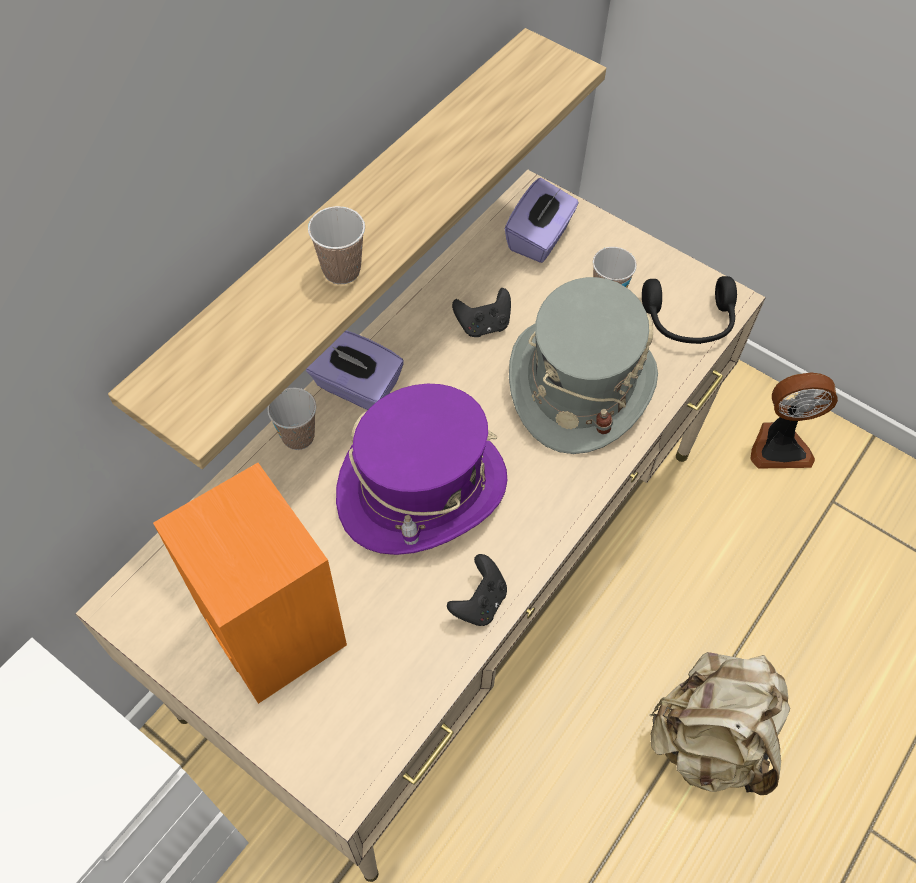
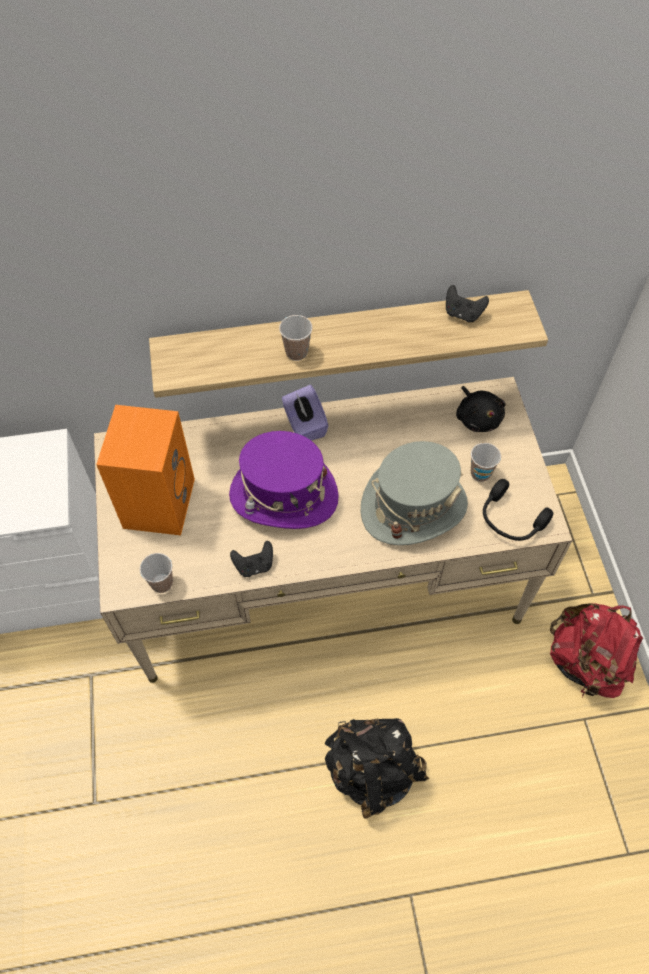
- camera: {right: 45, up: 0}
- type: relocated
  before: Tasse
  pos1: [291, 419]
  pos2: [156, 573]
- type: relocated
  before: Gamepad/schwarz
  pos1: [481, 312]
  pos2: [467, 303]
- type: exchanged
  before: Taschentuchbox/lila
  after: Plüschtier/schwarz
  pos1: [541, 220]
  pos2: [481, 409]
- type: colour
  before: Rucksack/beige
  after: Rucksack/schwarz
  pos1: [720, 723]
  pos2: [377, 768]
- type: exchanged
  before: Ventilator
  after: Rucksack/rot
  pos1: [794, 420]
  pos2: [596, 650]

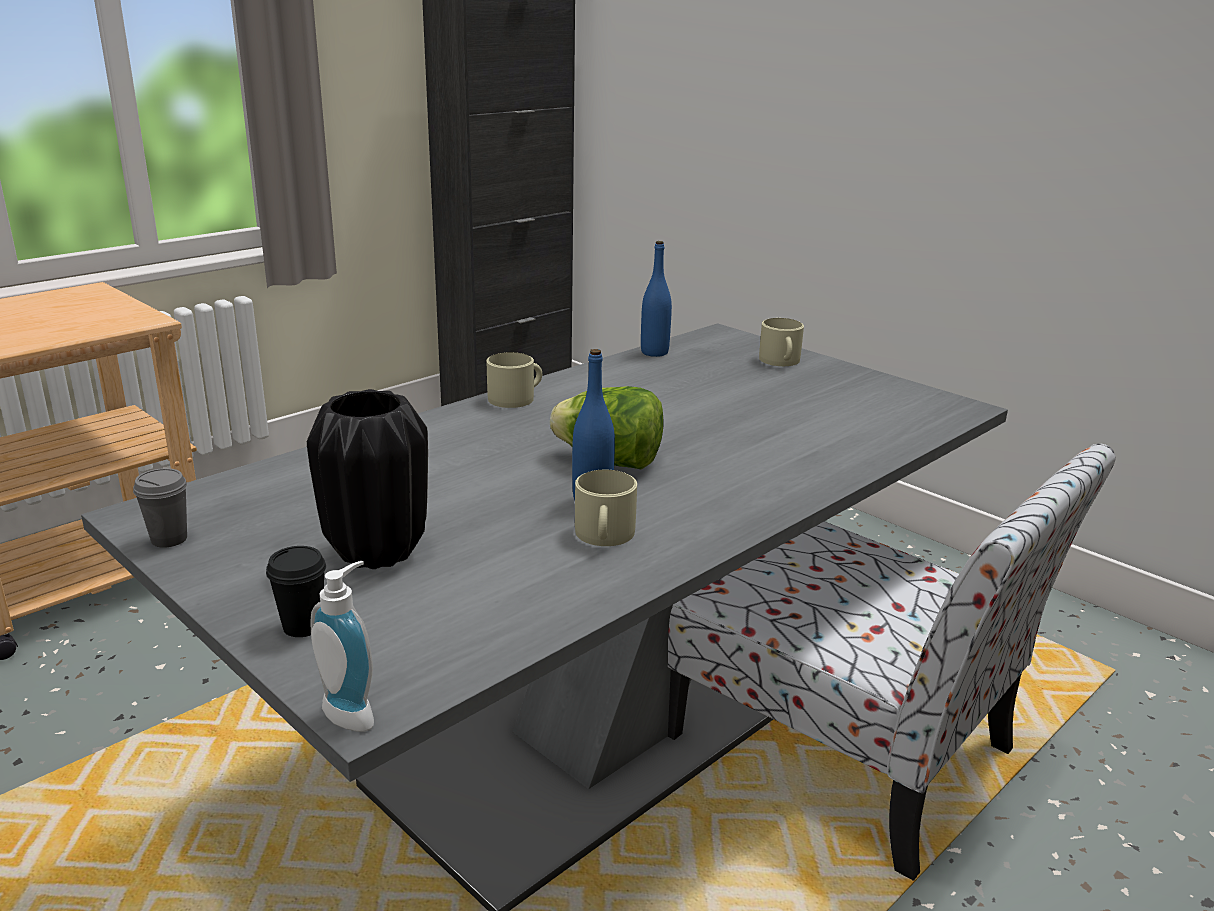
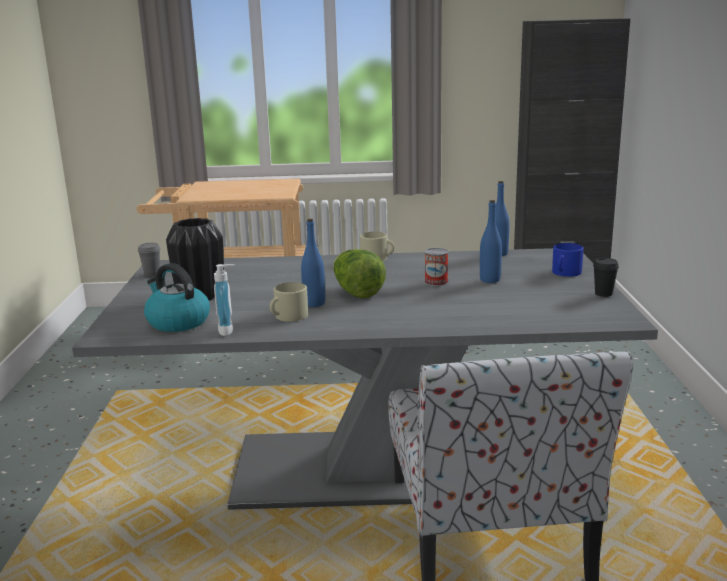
- camera: {right: 45, up: -5}
- type: relocated
  before: Tasse/schwarz
  pos1: [296, 591]
  pos2: [606, 277]
- type: relocated
  before: Seifenspender
  pos1: [342, 646]
  pos2: [224, 300]
- type: colour
  before: Henkelbecher/beige
  after: Henkelbecher/blau
  pos1: [781, 342]
  pos2: [568, 260]
- type: appeared
  after: Wasserkessel
  pos2: [177, 297]
- type: appeared
  after: Dose
  pos2: [436, 267]
- type: appeared
  after: Flasche/blau
  pos2: [491, 241]

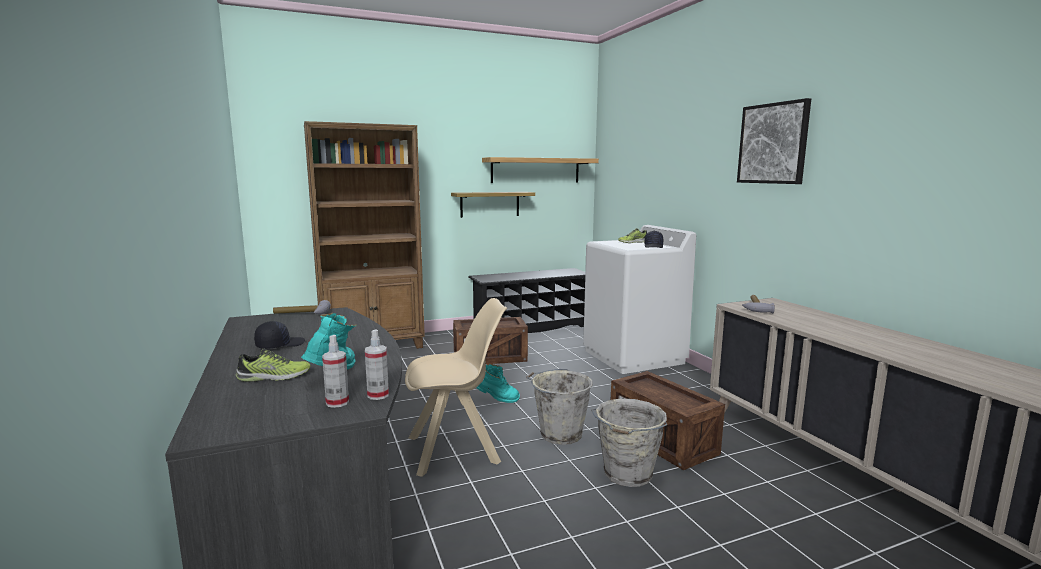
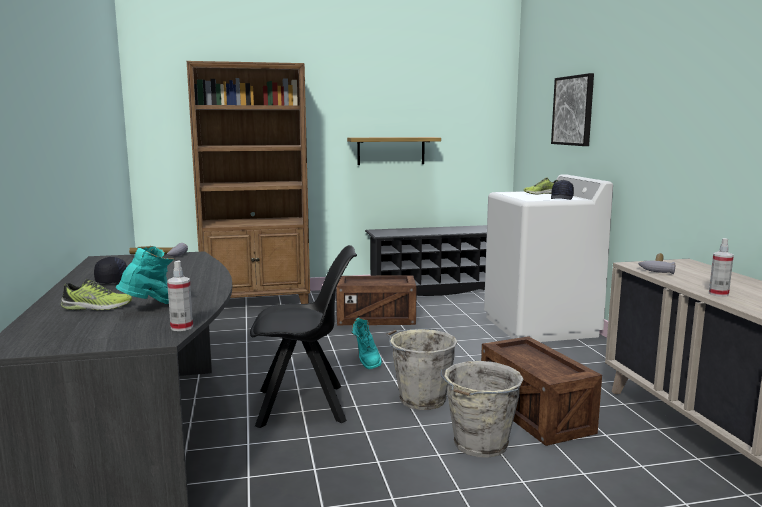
- camera: {right: 10, up: 0}
- type: relocated
  before: Sprühflasche
  pos1: [335, 371]
  pos2: [721, 267]
- type: colour
  before: Stuhl/beige
  after: Stuhl/schwarz
  pos1: [456, 387]
  pos2: [303, 336]
- type: spun
  before: Stiefel/türkis
  pos1: [498, 383]
  pos2: [367, 343]
  turn: 60
- type: missing
  before: Wandregal
  pos1: [540, 170]
- type: relocated
  before: Bild
  pos1: [774, 141]
  pos2: [572, 109]

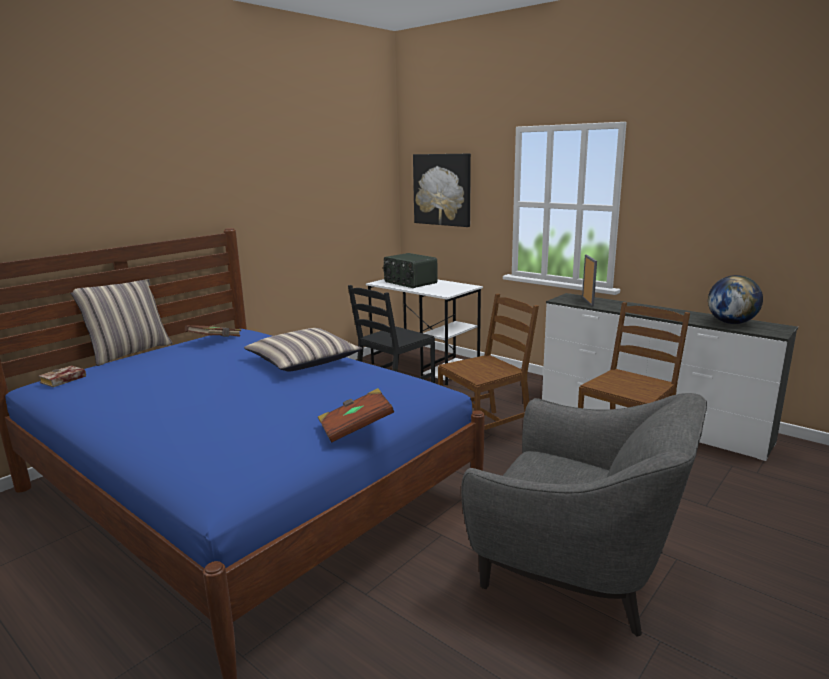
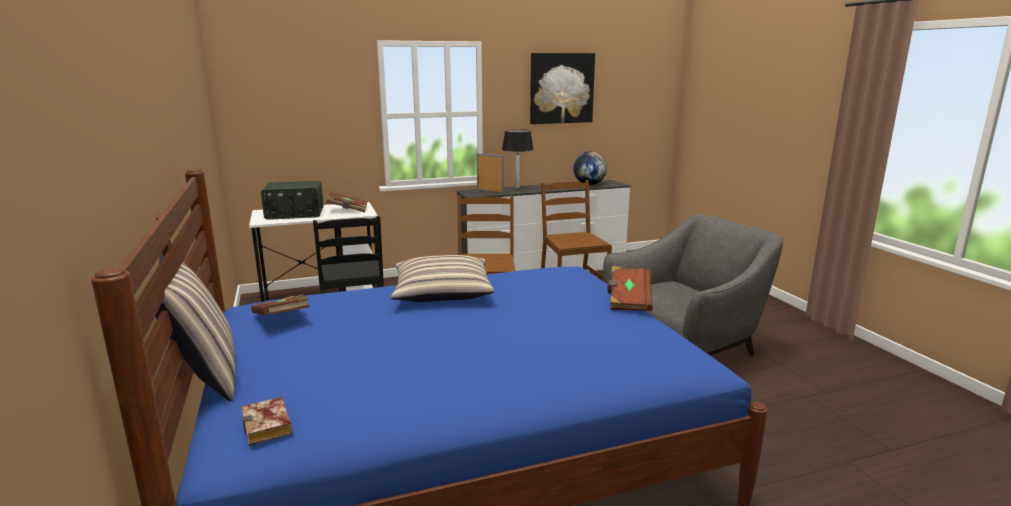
- camera: {right: -60, up: 0}
- type: relocated
  before: Bild
  pos1: [442, 190]
  pos2: [562, 88]
- type: appeared
  after: Buch/braun
  pos2: [347, 202]
- type: appeared
  after: Tischlampe/schwarz
  pos2: [518, 159]

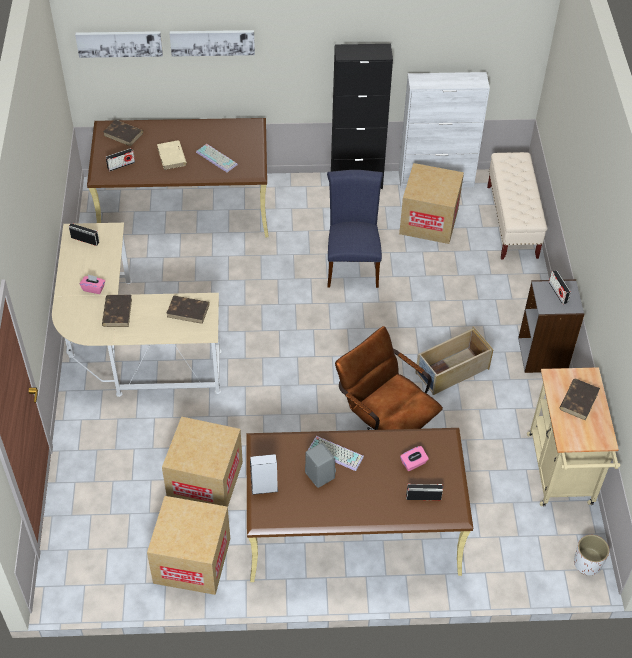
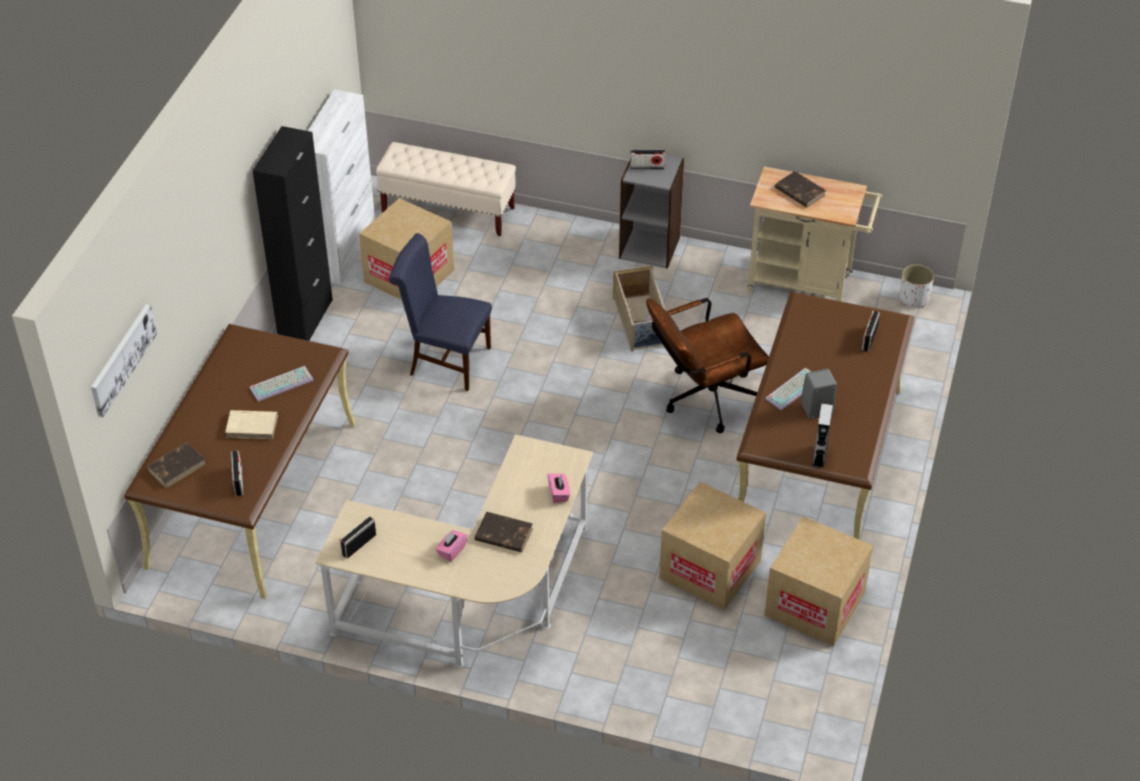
- camera: {right: -70, up: -5}
- type: missing
  before: Buch/braun
  pos1: [188, 310]
- type: missing
  before: Bild
  pos1: [212, 43]
- type: relocated
  before: Taschentuchbox/rosa
  pos1: [414, 458]
  pos2: [558, 488]

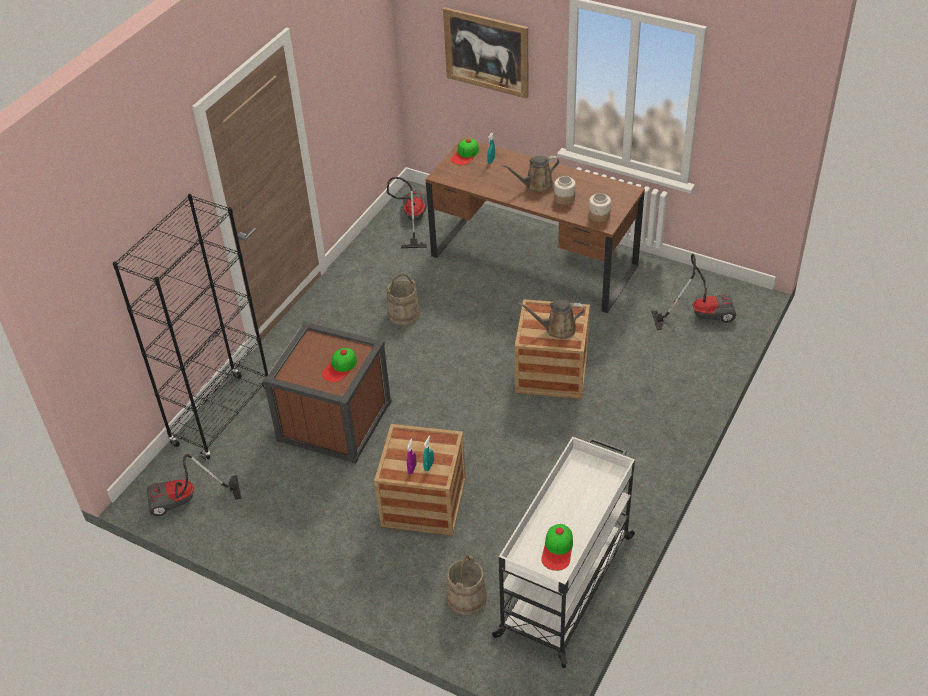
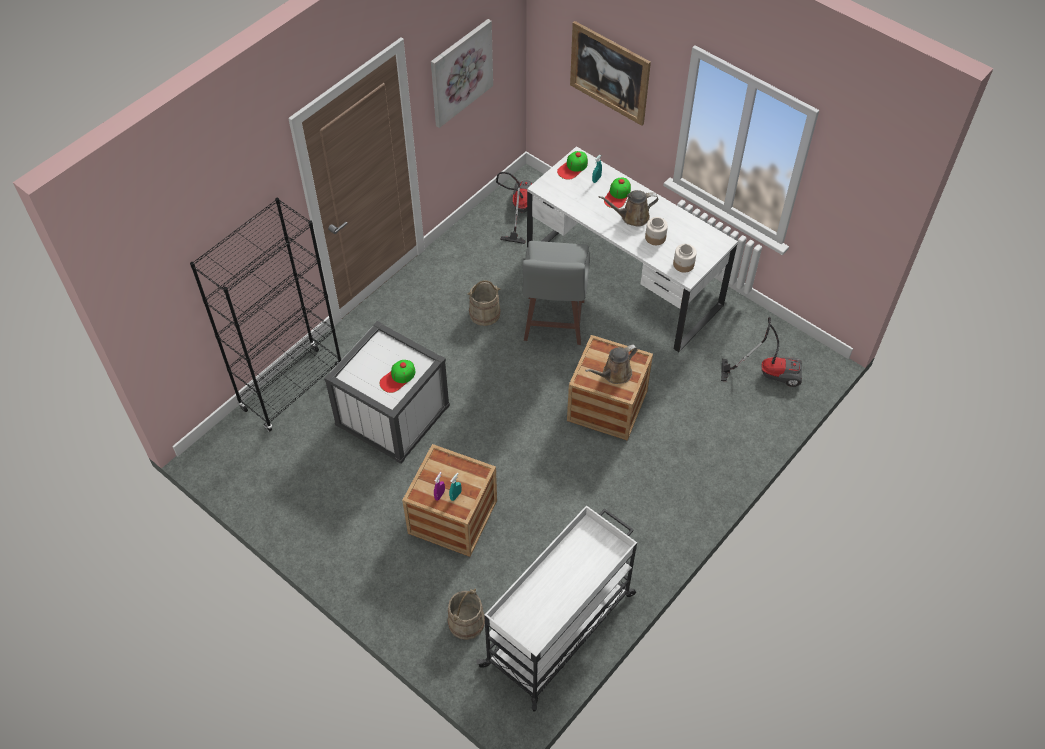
- camera: {right: 10, up: 10}
- type: missing
  before: Staubsauger
  pos1: [194, 485]
- type: colour
  before: Aufbewahrungsbox/braun
  after: Aufbewahrungsbox/weiß
  pos1: [327, 392]
  pos2: [387, 392]
- type: colour
  before: Schreibtisch/braun
  after: Schreibtisch/weiß
  pos1: [535, 225]
  pos2: [632, 249]
- type: spun
  before: Gießkanne/braun
  pos1: [551, 319]
  pos2: [611, 364]
  turn: -45
- type: relocated
  before: Kappe
  pos1: [557, 547]
  pos2: [617, 193]
- type: appeared
  after: Bild
  pos2: [462, 73]
- type: appeared
  after: Hocker/grau
  pos2: [556, 293]

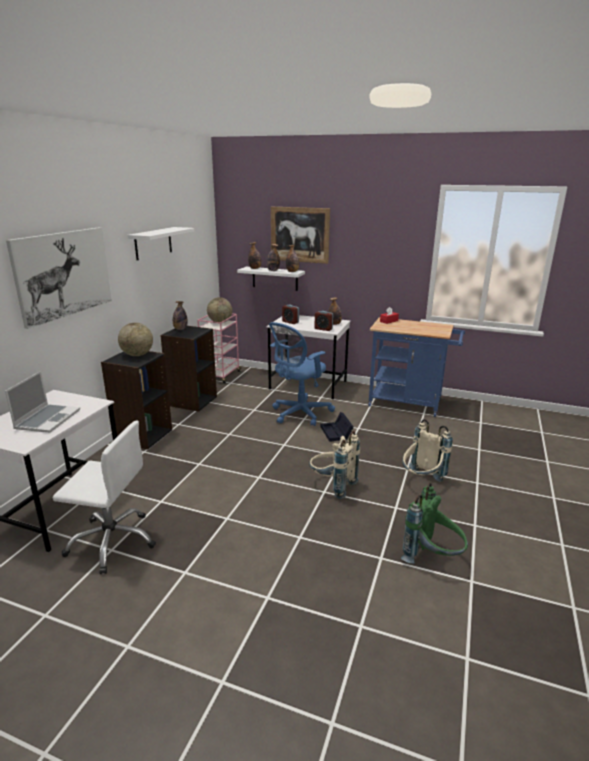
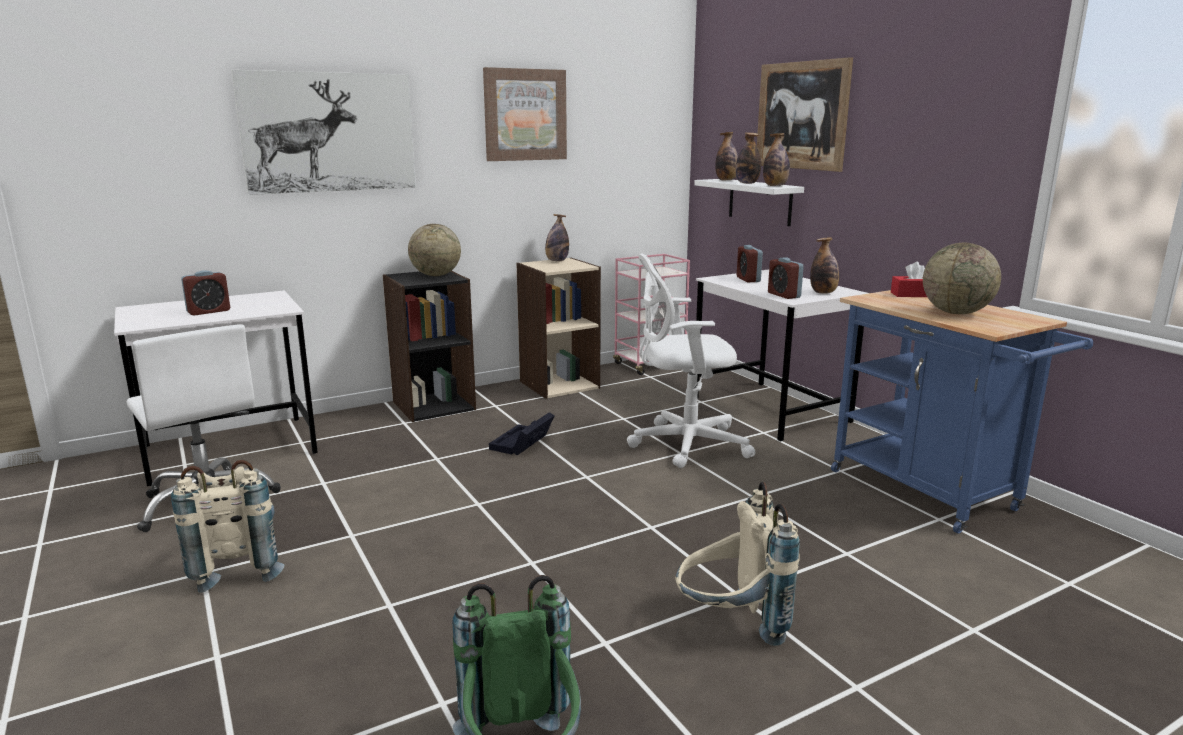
- camera: {right: 40, up: -5}
- type: exchanged
  before: Laptop
  after: Wecker
  pos1: [42, 402]
  pos2: [205, 293]
- type: exchanged
  before: Wandregal/weiß
  after: Bild
  pos1: [161, 243]
  pos2: [525, 114]
- type: colour
  before: Bücherregal/schwarz
  after: Bücherregal/beige
  pos1: [188, 369]
  pos2: [558, 328]
- type: relocated
  before: Globus
  pos1: [219, 309]
  pos2: [962, 278]
- type: colour
  before: Bürostuhl/blau
  after: Bürostuhl/weiß
  pos1: [302, 374]
  pos2: [691, 361]
- type: relocated
  before: Rucksack/beige
  pos1: [334, 465]
  pos2: [228, 526]
- type: relocated
  before: Aufbewahrungsbox/schwarz
  pos1: [336, 427]
  pos2: [521, 433]

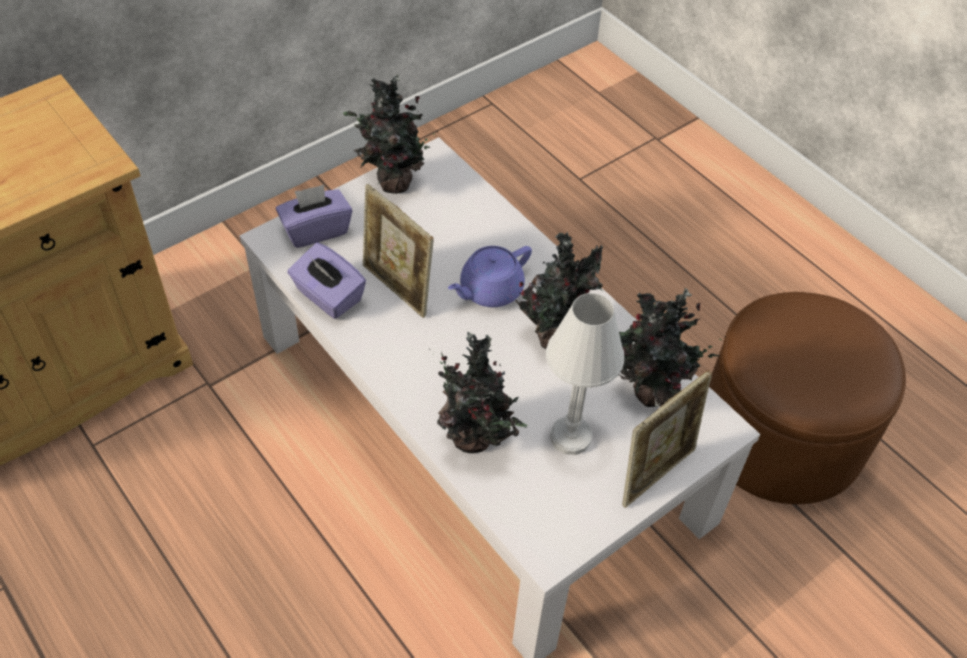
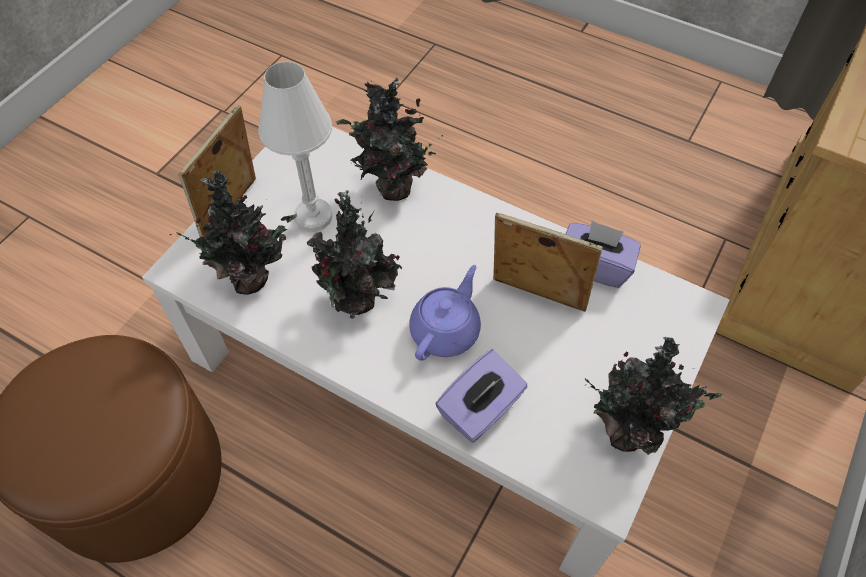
- camera: {right: 160, up: 5}
- type: relocated
  before: Taschentuchbox/lila
  pos1: [314, 216]
  pos2: [481, 396]

